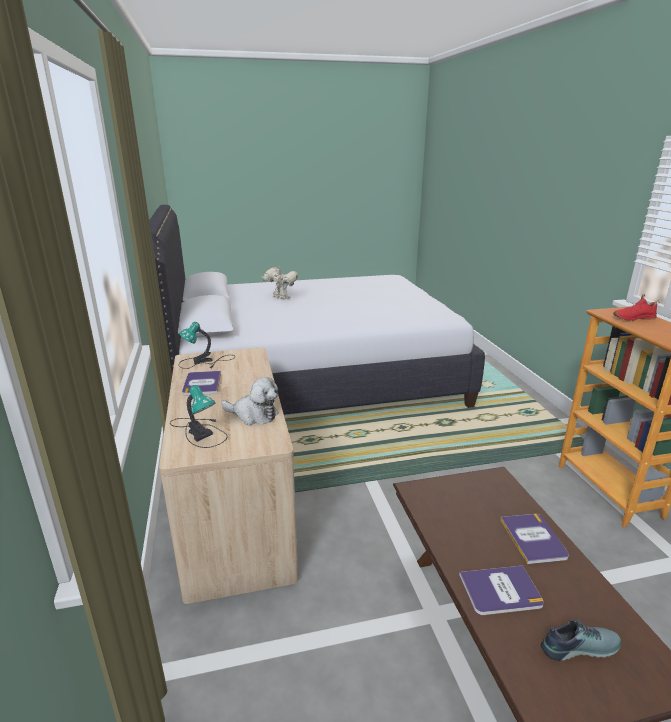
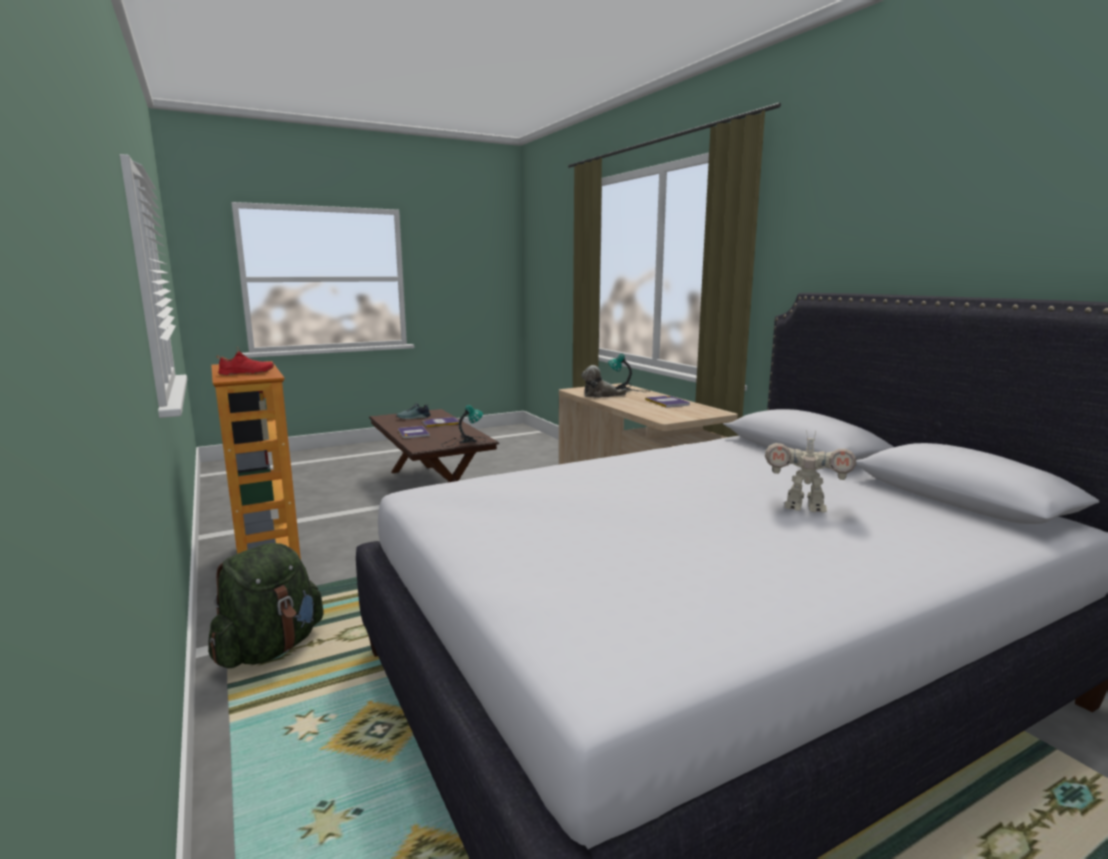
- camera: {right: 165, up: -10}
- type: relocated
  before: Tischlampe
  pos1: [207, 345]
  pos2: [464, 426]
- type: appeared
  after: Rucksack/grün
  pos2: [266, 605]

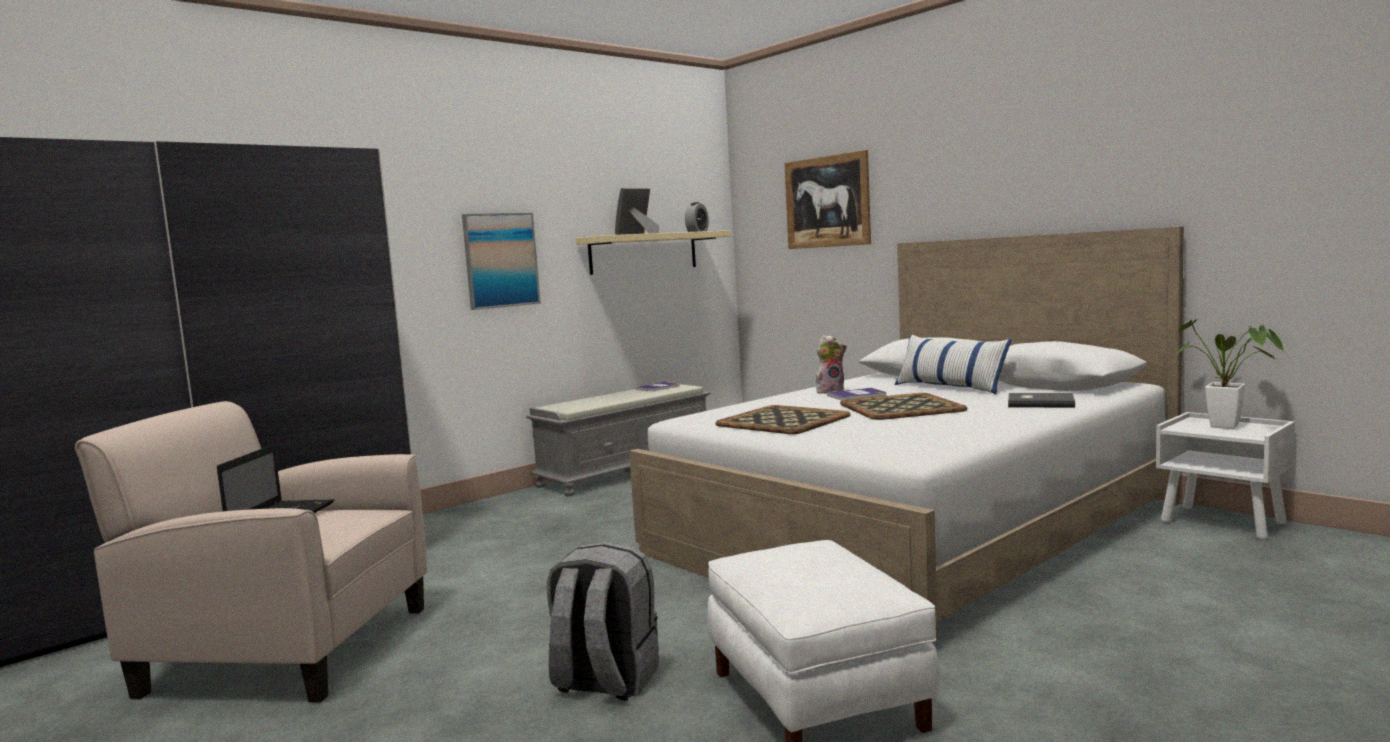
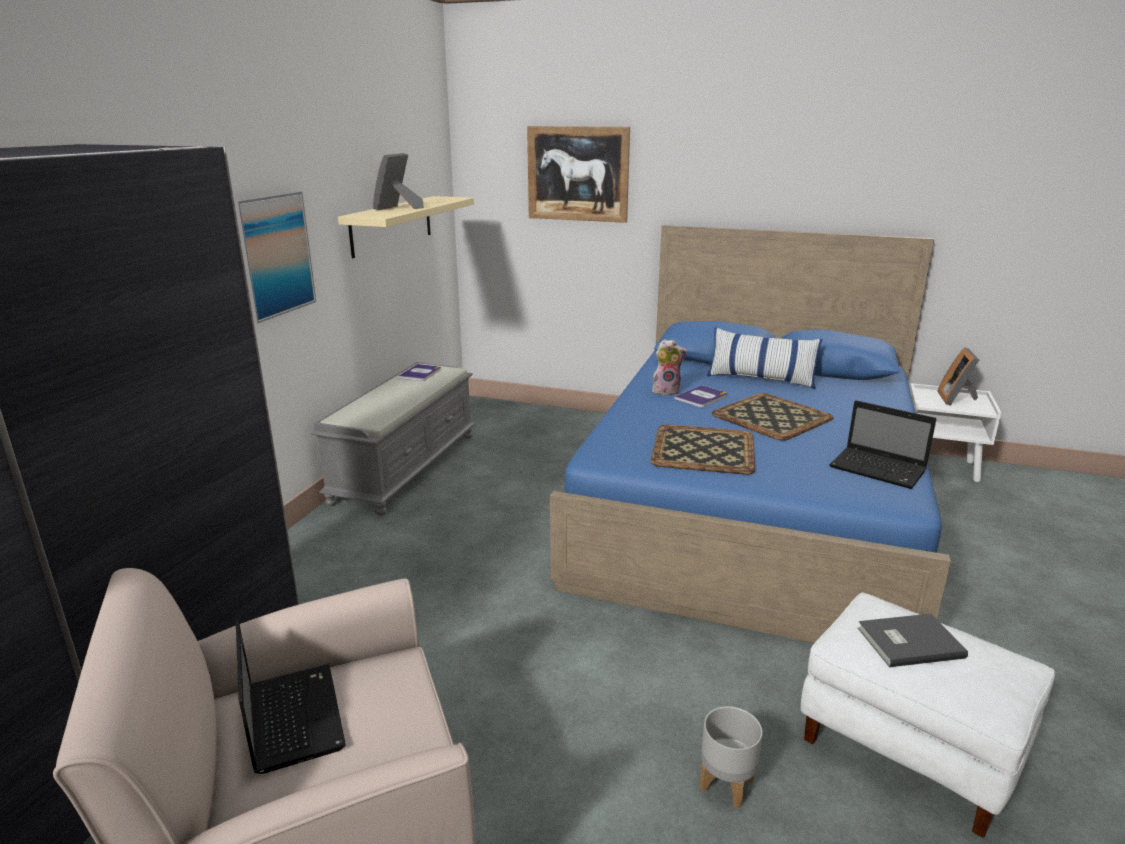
- camera: {right: -30, up: 15}
- type: exchanged
  before: Rucksack/grau
  after: Pflanzkübel/grau
  pos1: [603, 621]
  pos2: [731, 757]
- type: colour
  before: Bett/weiß
  after: Bett/blau
  pos1: [906, 432]
  pos2: [750, 434]
- type: missing
  before: Wecker
  pos1: [697, 217]
- type: spun
  before: Plüschtier
  pos1: [831, 364]
  pos2: [669, 367]
  turn: 45
- type: relocated
  before: Buch/grau
  pos1: [1041, 400]
  pos2: [913, 640]
- type: exchanged
  before: Topfpflanze
  after: Bilderrahmen
  pos1: [1230, 374]
  pos2: [958, 376]
- type: appeared
  after: Laptop
  pos2: [882, 444]

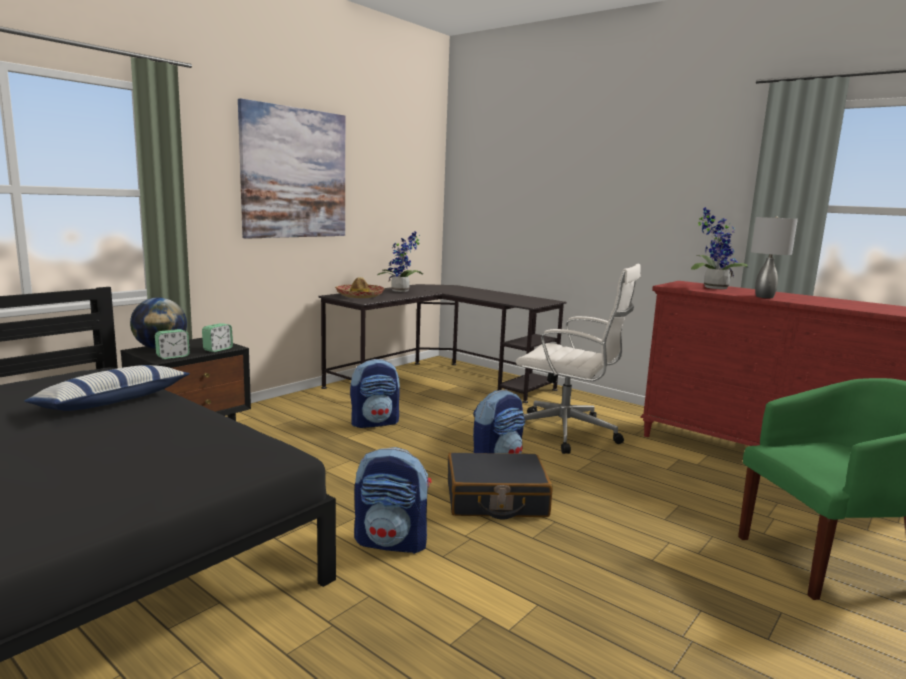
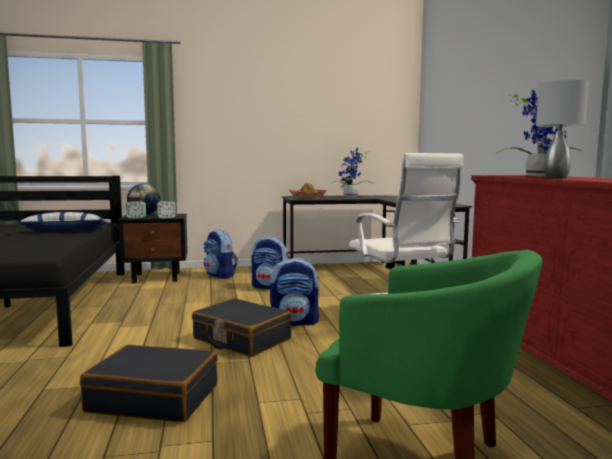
- camera: {right: 40, up: -5}
- type: missing
  before: Bild
  pos1: [291, 168]
- type: relocated
  before: Rucksack
  pos1: [393, 500]
  pos2: [220, 254]
- type: appeared
  after: Koffer/schwarz
  pos2: [149, 383]

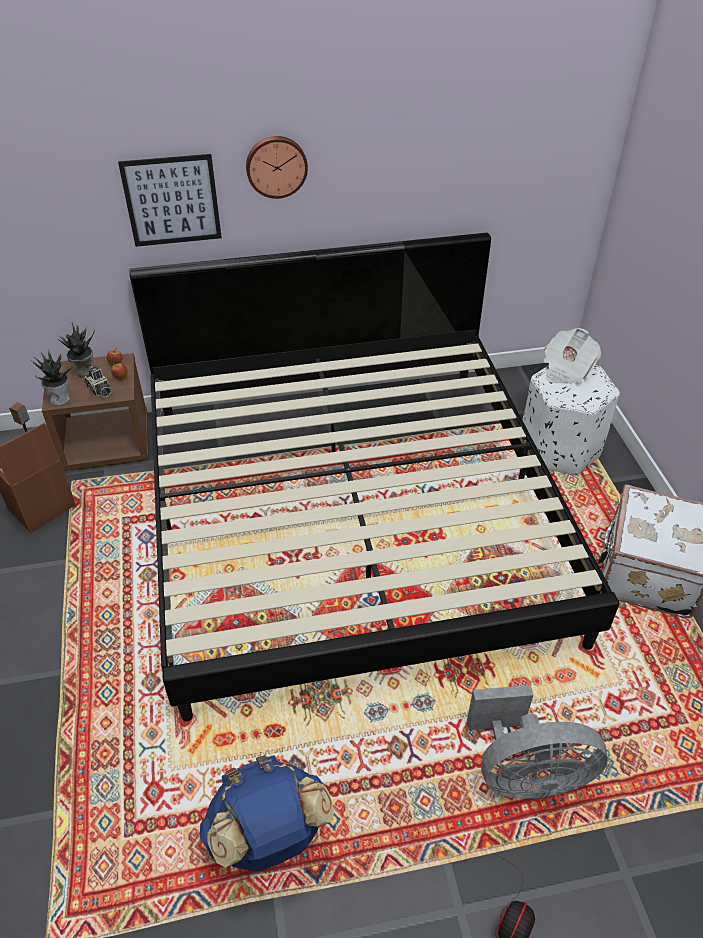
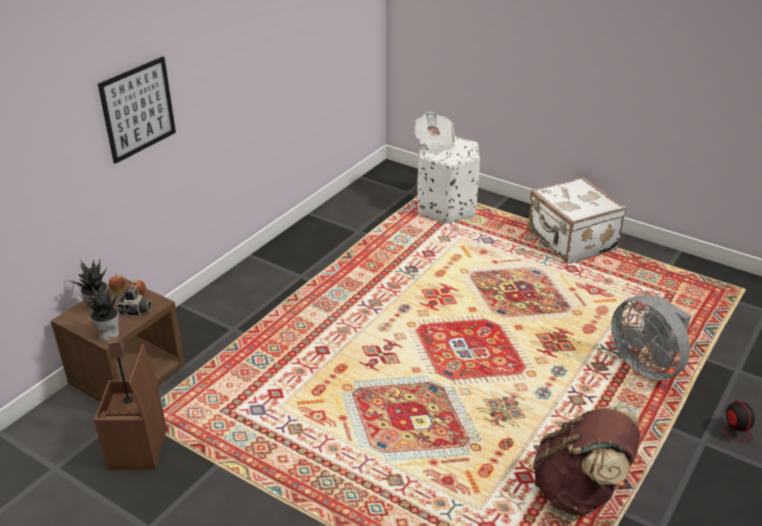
- camera: {right: -45, up: -10}
- type: missing
  before: Bett
  pos1: [374, 477]
- type: colour
  before: Rucksack/blau
  after: Rucksack/braun
  pos1: [267, 813]
  pos2: [587, 461]
- type: missing
  before: Wanduhr
  pos1: [277, 167]
- type: spun
  before: Ventilator/grau
  pos1: [537, 742]
  pos2: [651, 338]
  turn: 105

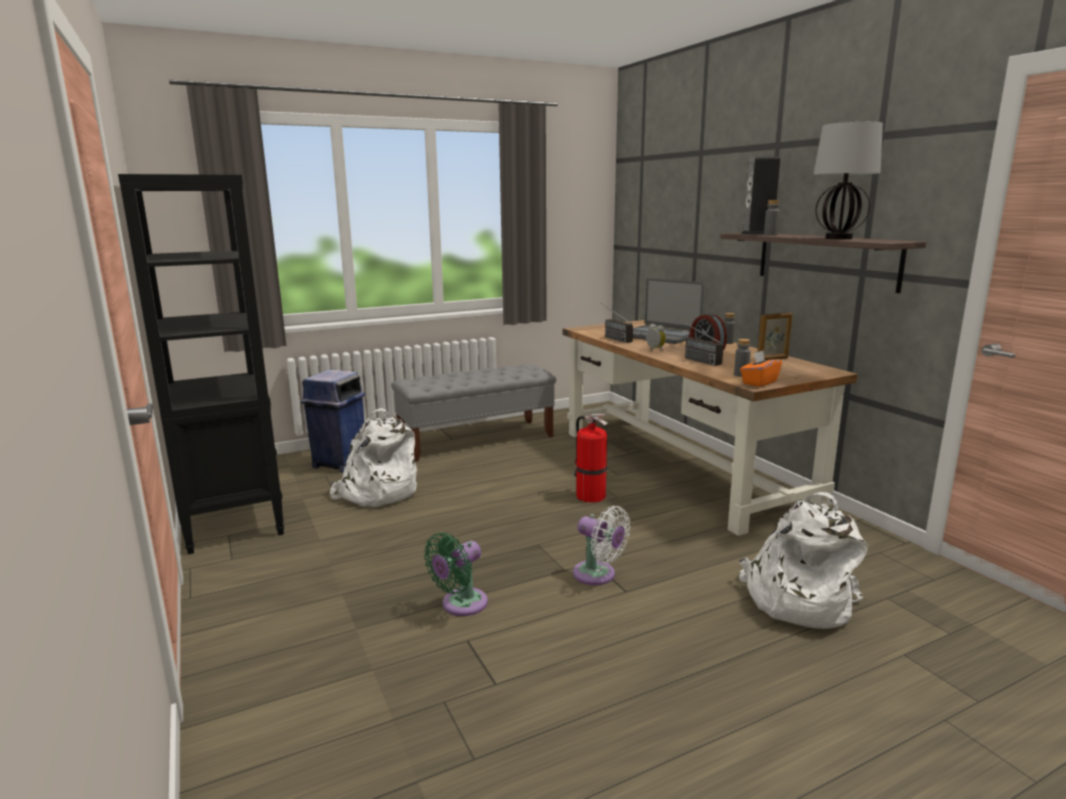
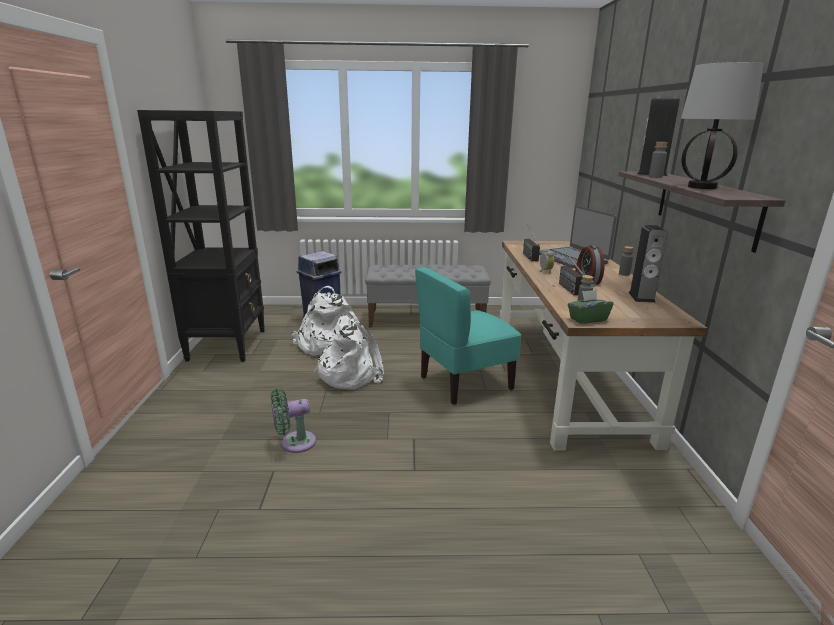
- camera: {right: 25, up: 5}
- type: missing
  before: Ventilator/weiß
  pos1: [601, 545]
- type: exchanged
  before: Feuerlöscher
  after: Stuhl/türkis
  pos1: [591, 458]
  pos2: [468, 336]
- type: relocated
  before: Rucksack/weiß
  pos1: [803, 560]
  pos2: [349, 350]
- type: colour
  before: Taschentuchbox/orange
  after: Taschentuchbox/grün
  pos1: [761, 369]
  pos2: [590, 307]
- type: exchanged
  before: Bilderrahmen
  after: Lautsprecher
  pos1: [774, 336]
  pos2: [648, 264]

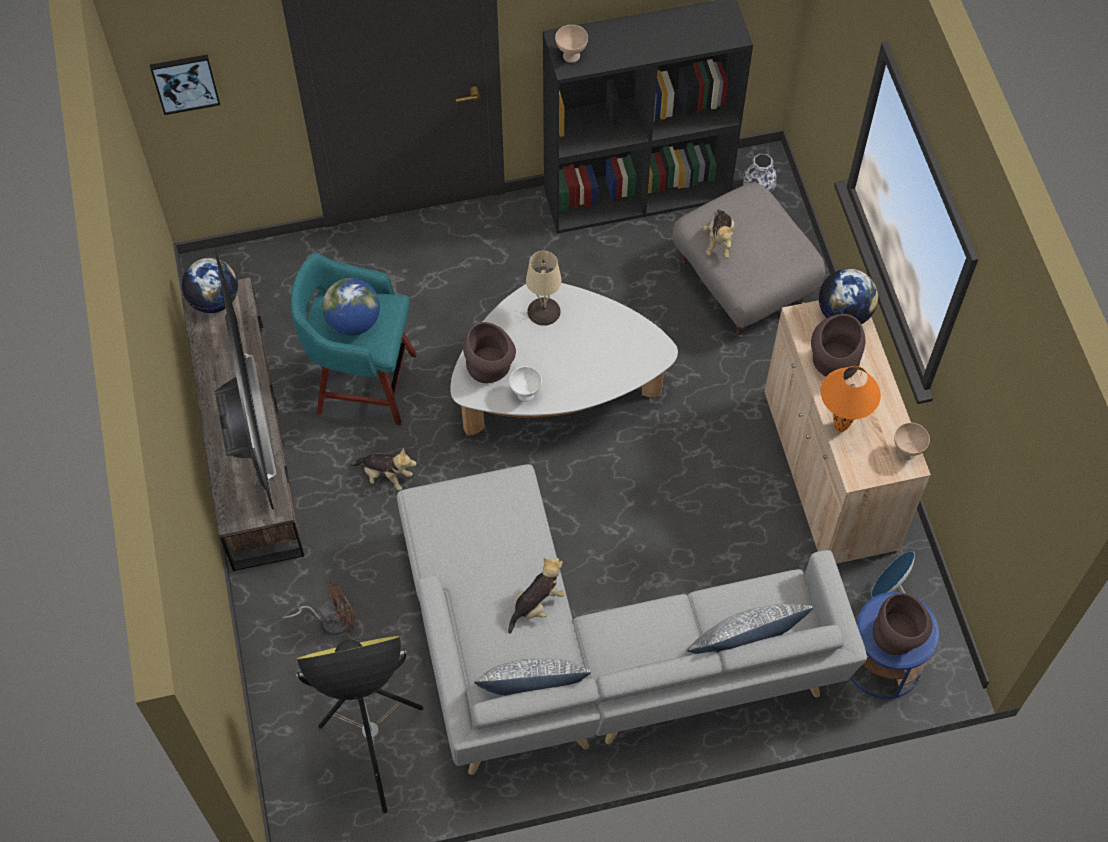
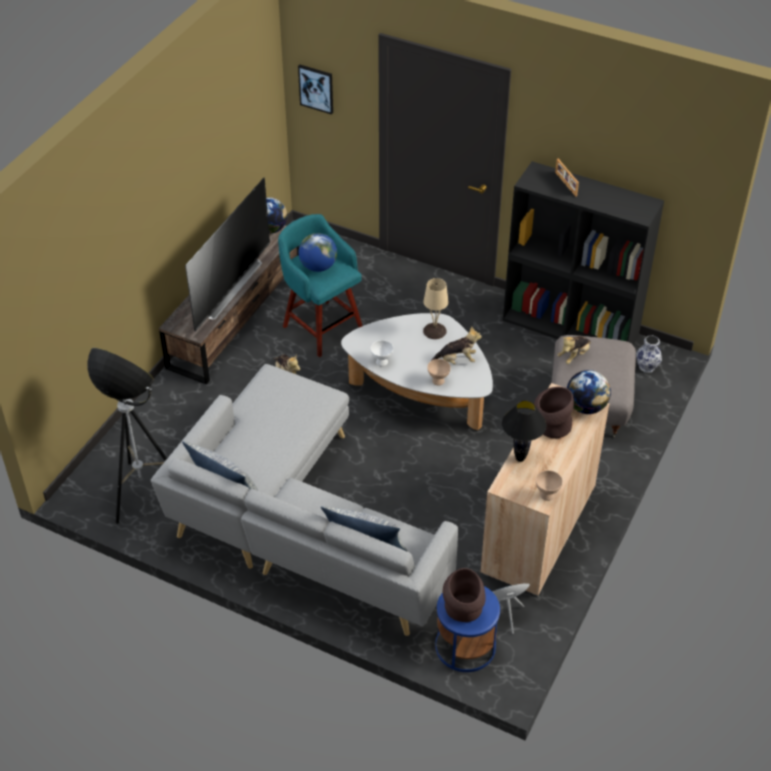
- camera: {right: 40, up: -15}
- type: missing
  before: Ventilator/braun
  pos1: [321, 607]
- type: missing
  before: Vase/braun
  pos1: [489, 352]
- type: relocated
  before: Plüschtier
  pos1: [536, 596]
  pos2: [456, 345]
- type: relocated
  before: Schüssel/beige
  pos1: [571, 44]
  pos2: [439, 372]
- type: colour
  before: Tischlampe/orange
  after: Tischlampe/schwarz
  pos1: [851, 399]
  pos2: [524, 431]
- type: appeared
  after: Bilderrahmen
  pos2: [567, 178]

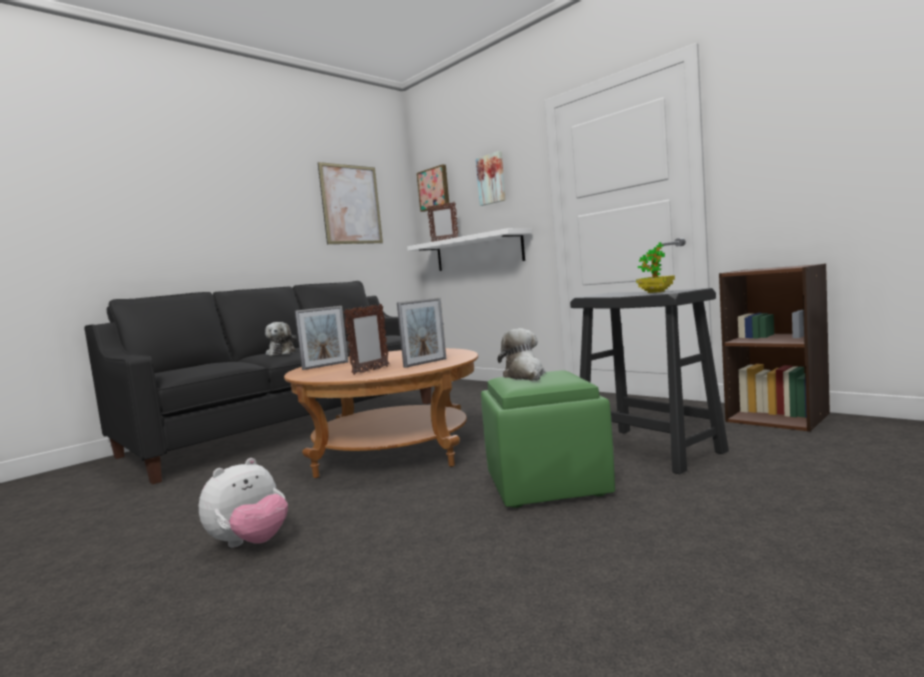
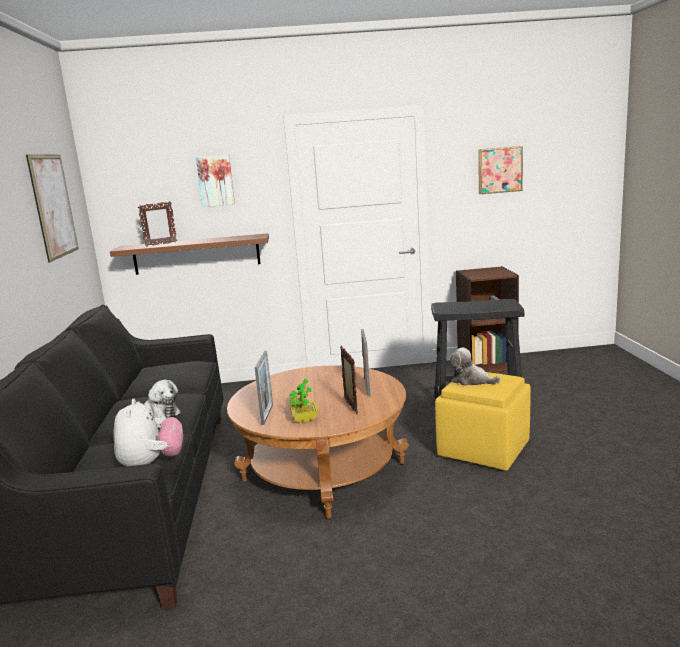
- camera: {right: -50, up: 10}
- type: relocated
  before: Plüschtier
  pos1: [243, 503]
  pos2: [148, 432]
- type: colour
  before: Wandregal/weiß
  after: Wandregal/braun
  pos1: [469, 249]
  pos2: [189, 254]
- type: relocated
  before: Bild
  pos1: [433, 188]
  pos2: [500, 170]
- type: colour
  before: Polsterhocker/grün
  after: Polsterhocker/gelb
  pos1: [548, 439]
  pos2: [483, 421]
- type: relocated
  before: Topfpflanze
  pos1: [655, 267]
  pos2: [303, 400]

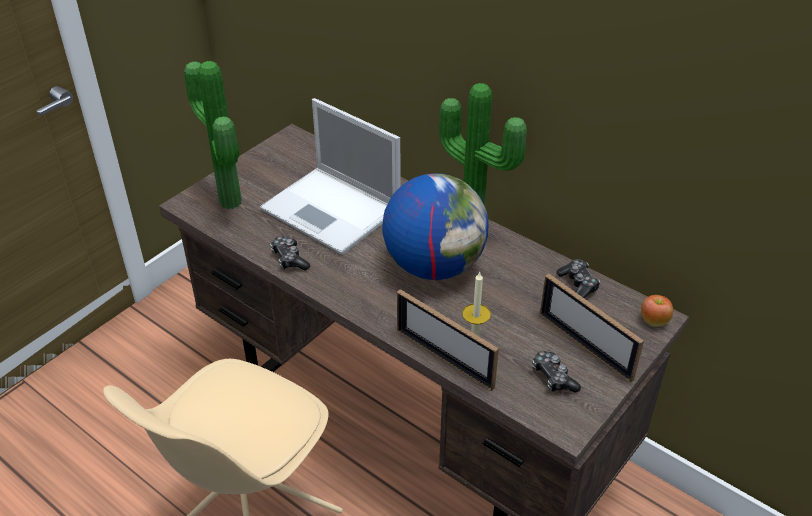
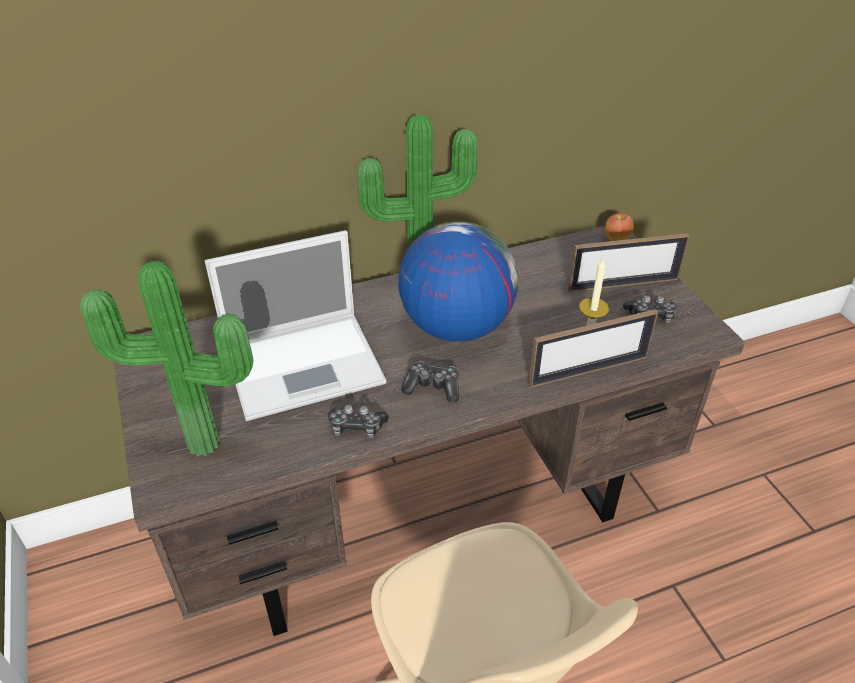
- camera: {right: -60, up: 0}
- type: relocated
  before: Gamepad
  pos1: [578, 279]
  pos2: [430, 382]

